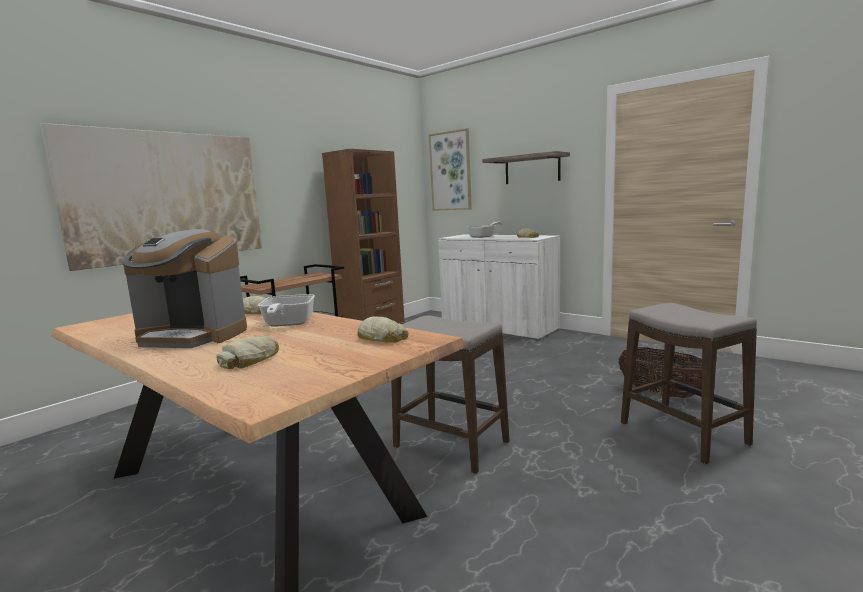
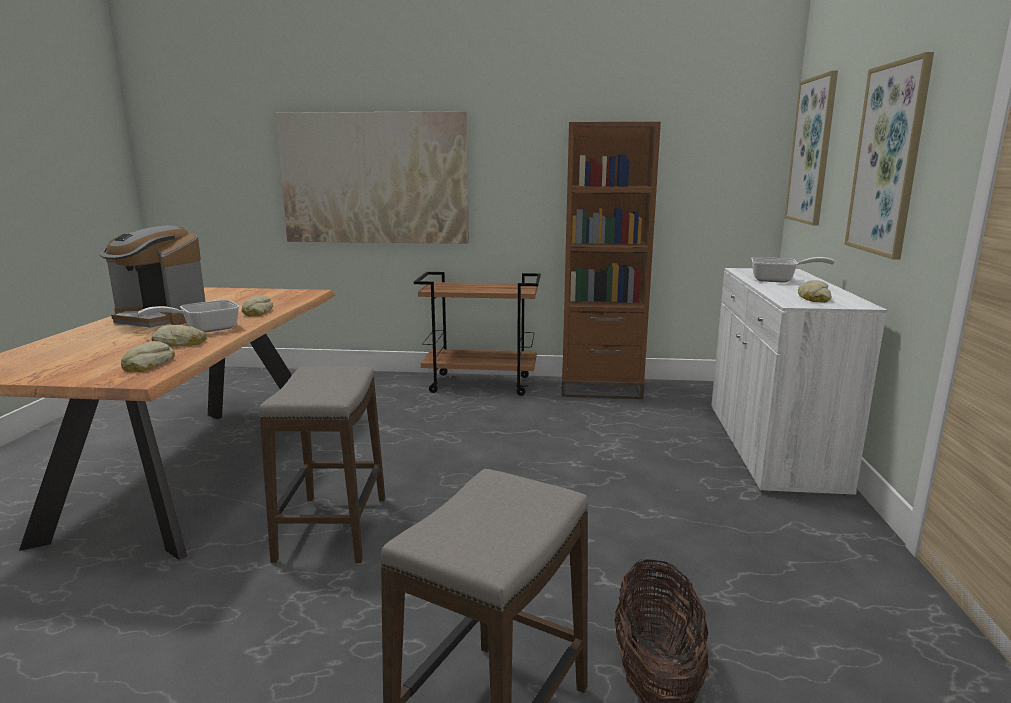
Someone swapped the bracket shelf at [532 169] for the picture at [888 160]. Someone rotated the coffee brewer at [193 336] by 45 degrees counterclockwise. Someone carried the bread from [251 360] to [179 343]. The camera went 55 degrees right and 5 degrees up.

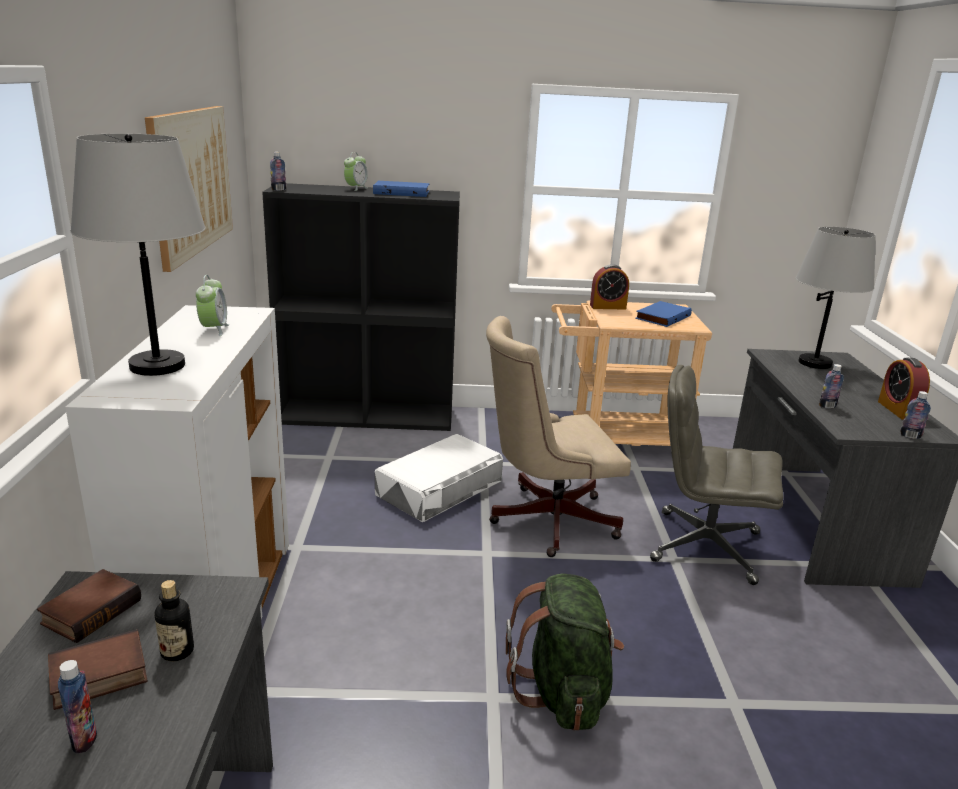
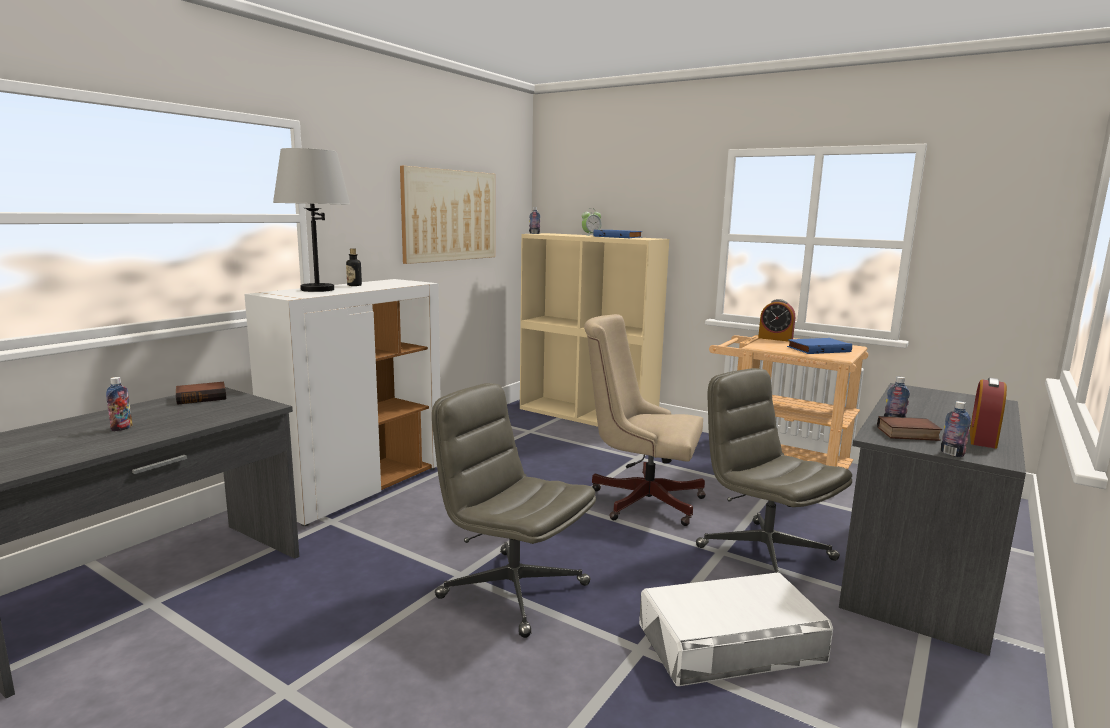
Someone repainted the black-coloured shelving unit at [369 415], which became the beige shelving unit at [588 416]. Someone took away the grey lamp for a table at [814 363]. Someone took away the alarm clock at [214 329]. Someone carried the white storage container from [439 487] to [730 641]. Someone swapped the green-coloured rucksack at [563 691] for the grey office chair at [512 590]. Someone carried the bottle from [177 651] to [354 285]. Someone carried the volume from [98 678] to [907 434]. The camera went 35 degrees right and 10 degrees down.

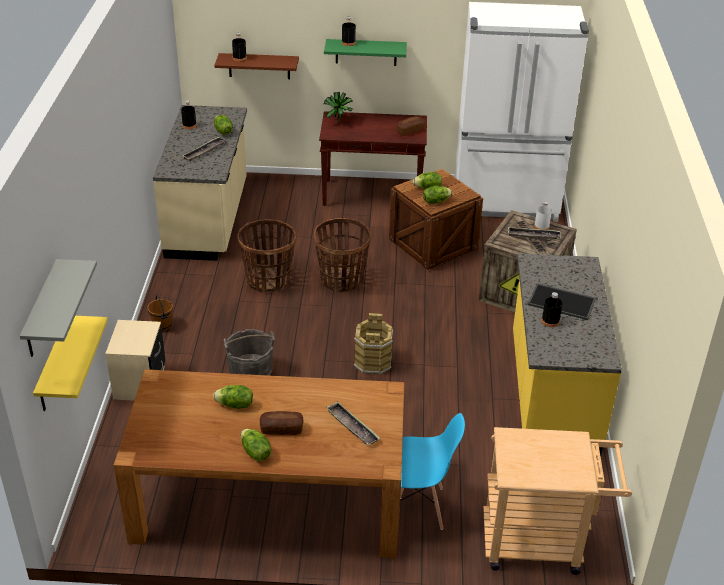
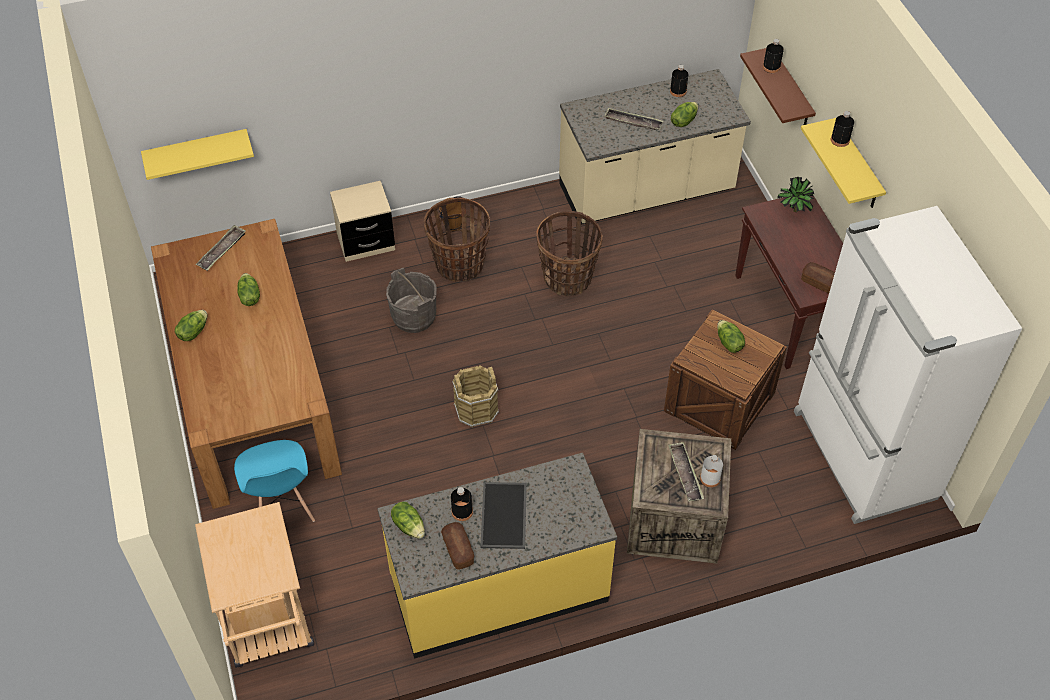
Someone repainted the green-coloured bracket shelf at [366 52], which became the yellow bracket shelf at [857 166]. Someone carried the head of lettuce from [436 201] to [409 526]. Someone carried the storage basket from [342 280] to [459 265]. Someone took away the grey bracket shelf at [41 310]. Someone carried the carrying tray from [352 426] to [222 250]. Someone carried the bread from [281 429] to [458 550]. The camera went 70 degrees right and 15 degrees up.

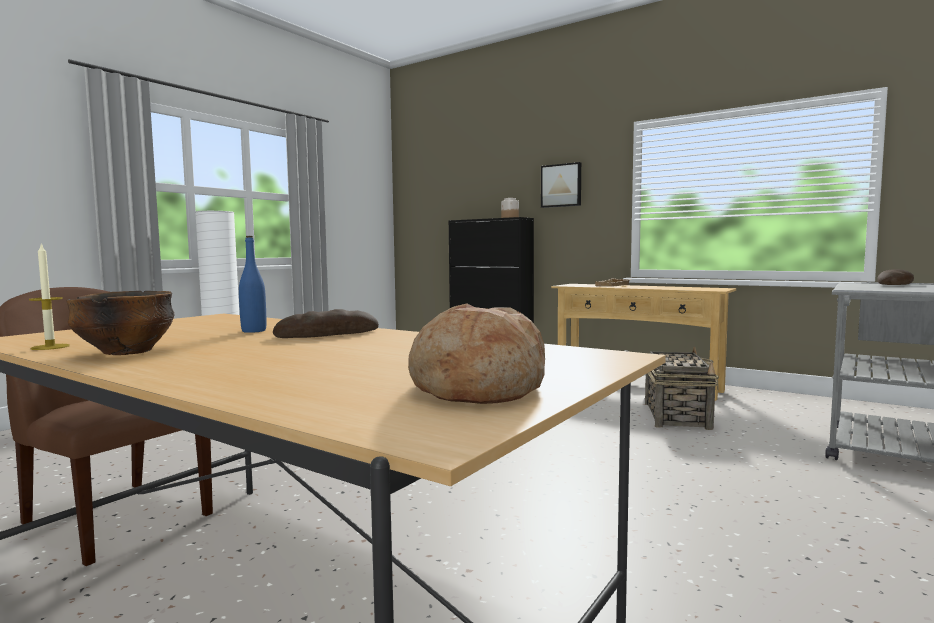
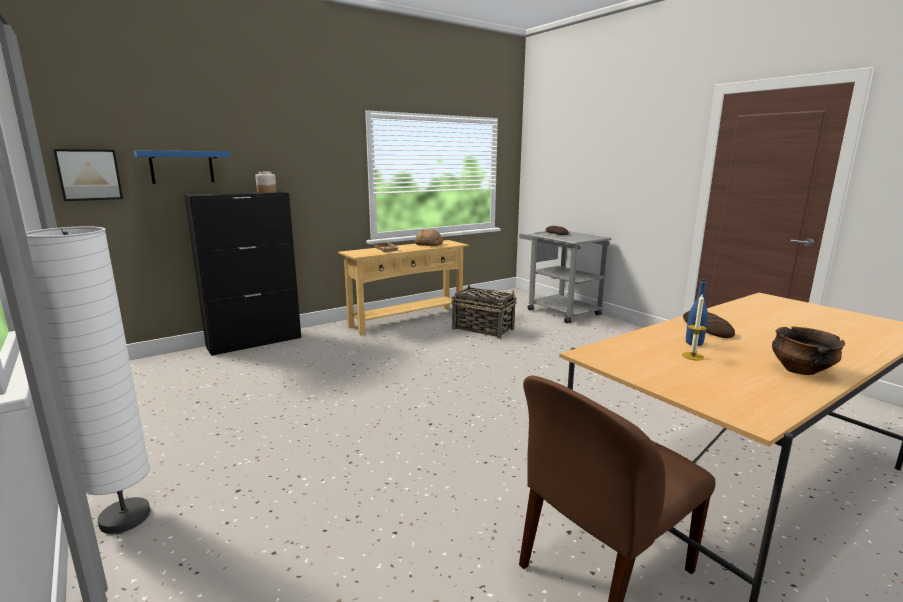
Someone carried the picture from [561 185] to [89 174]. Someone carried the candle from [50 347] to [692 356]. Someone carried the bread from [476 387] to [428 244]. Someone put up the blue bracket shelf at [182 167]. The camera went 70 degrees left and 10 degrees up.

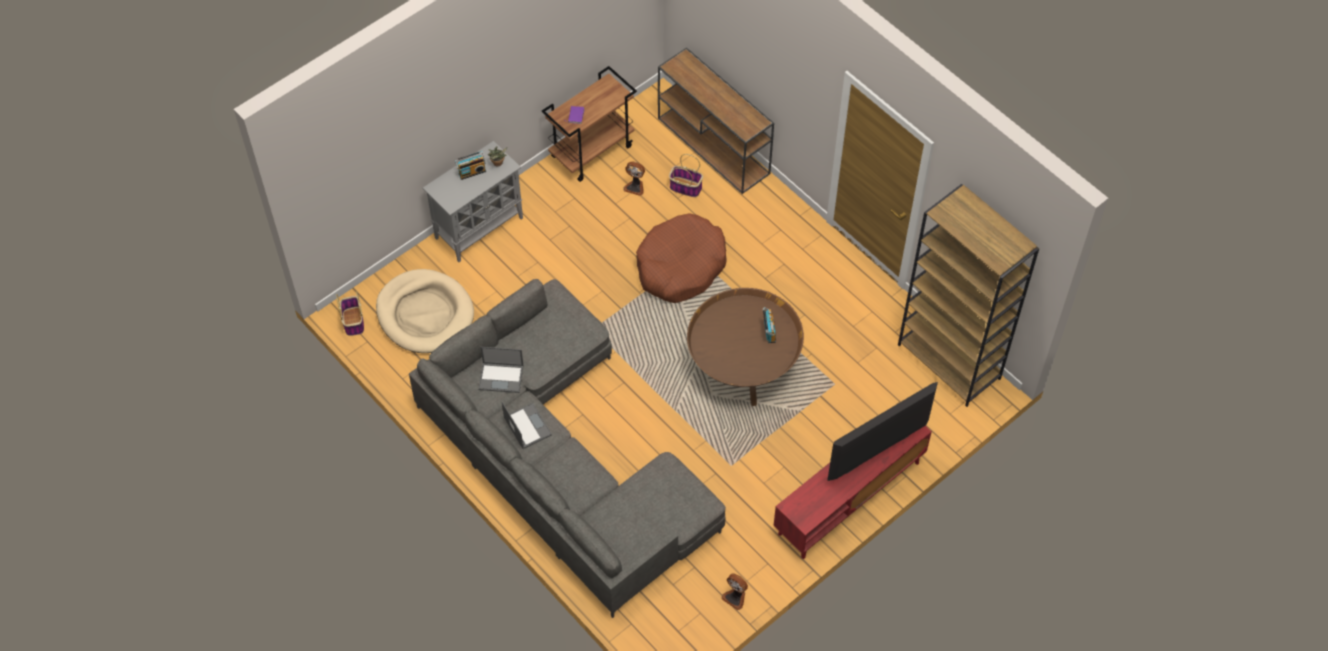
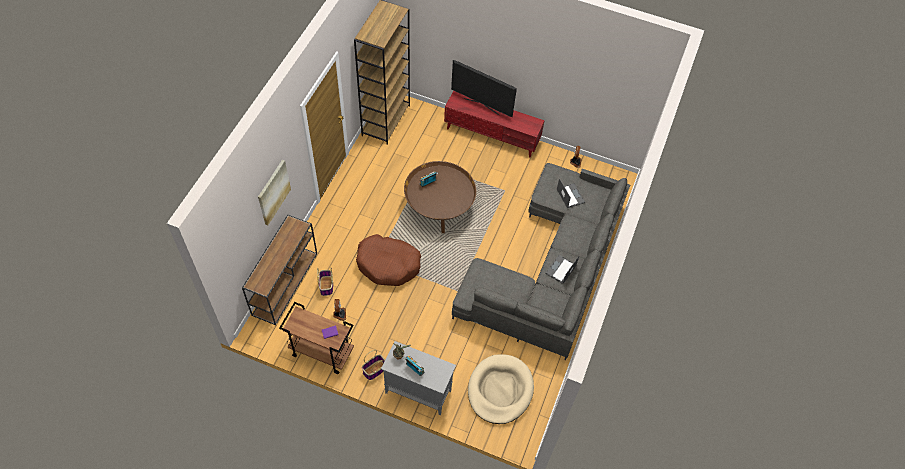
Someone carried the storage basket from [353 321] to [374 370]. Someone carried the portable computer from [501 377] to [570 195]. Someone put up the picture at [273 192]. The camera went 120 degrees left and 0 degrees up.

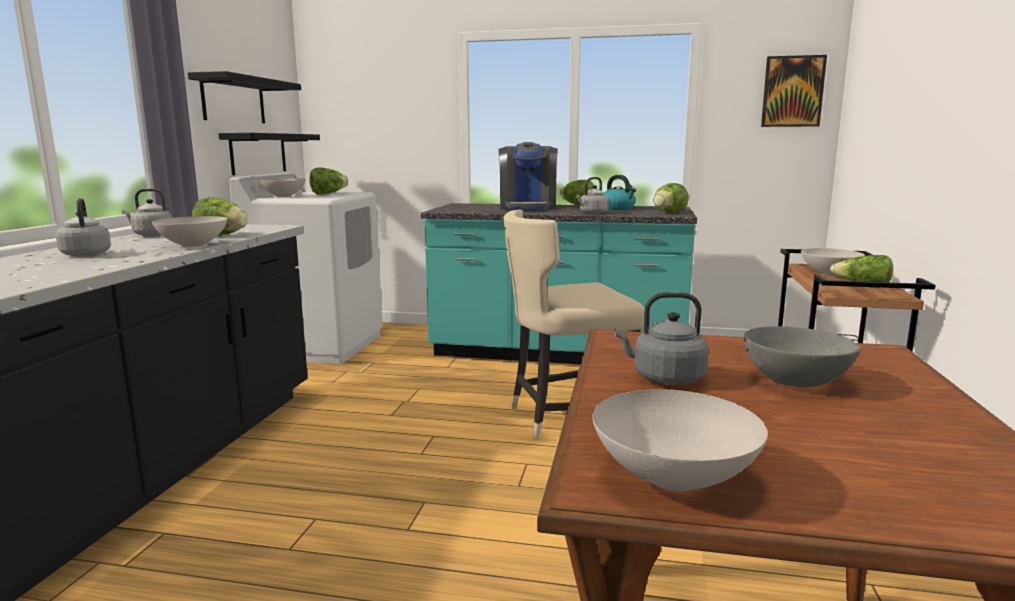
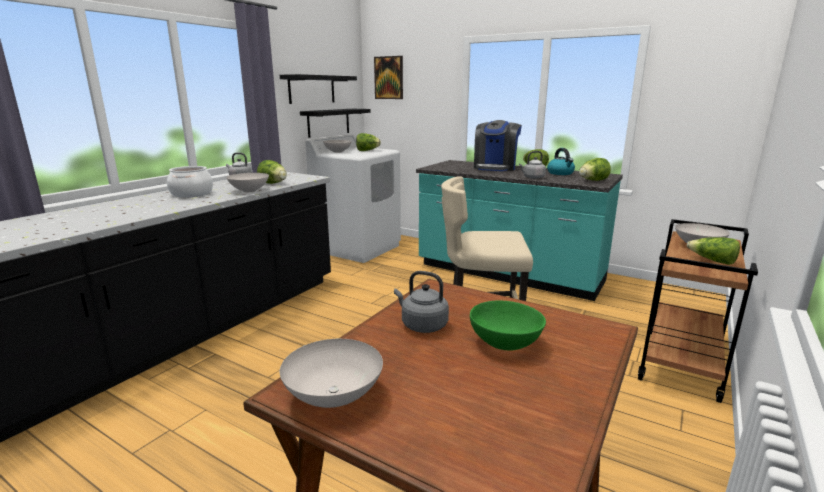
Someone carried the picture from [792 91] to [389 78]. Someone swapped the grey tea kettle at [86 254] for the cooking pot at [191 194]. Someone repainted the grey bowl at [795 380], which became the green-coloured bowl at [505 342]. The camera went 20 degrees right and 5 degrees up.

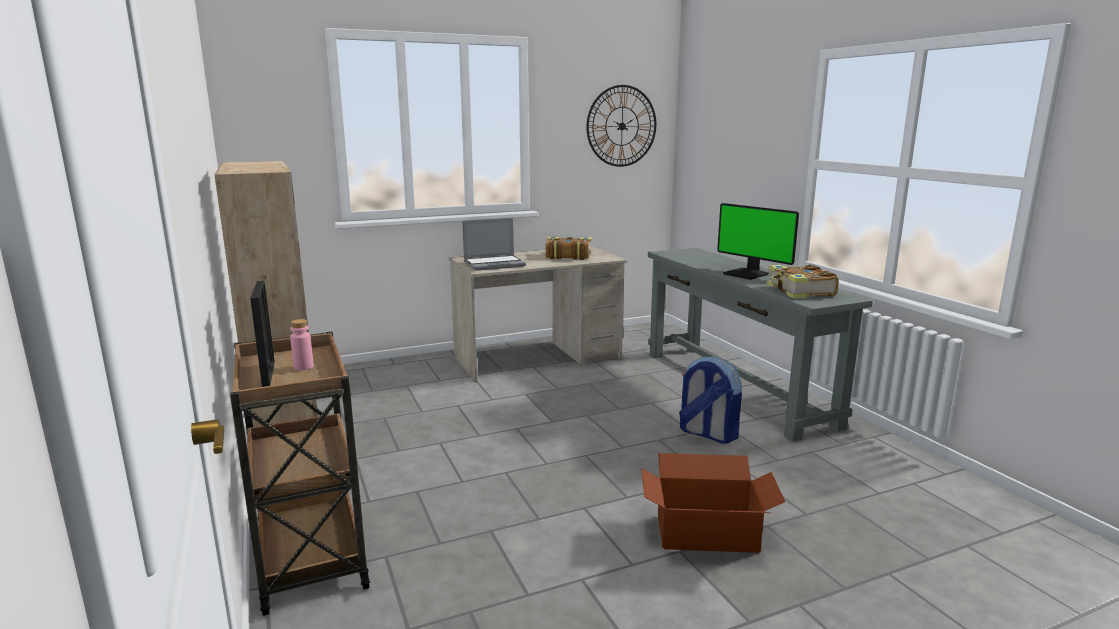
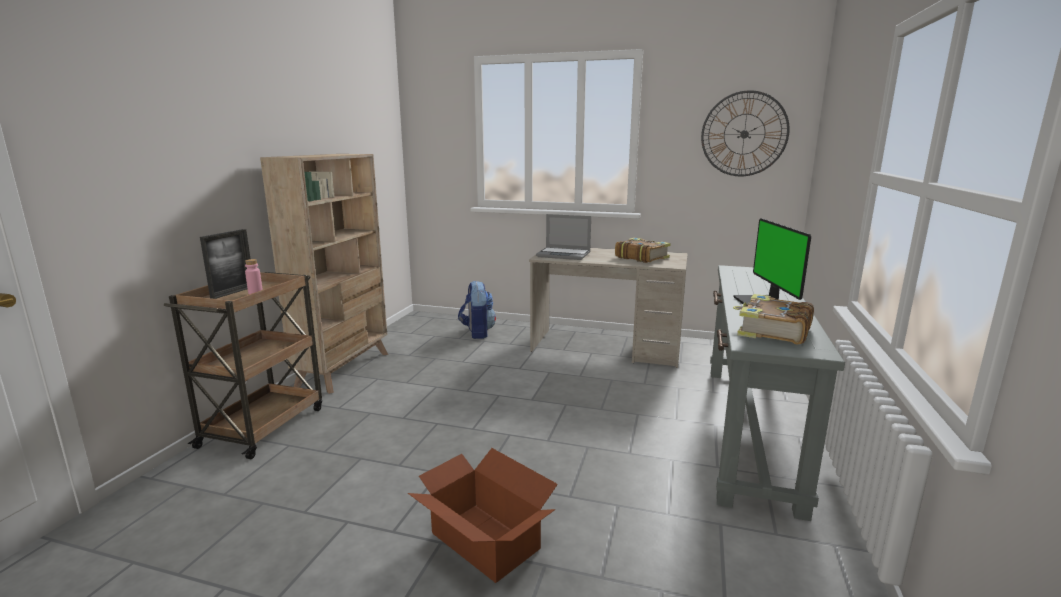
Someone carried the rucksack from [707 434] to [477 333]. The camera went 40 degrees right and 0 degrees up.

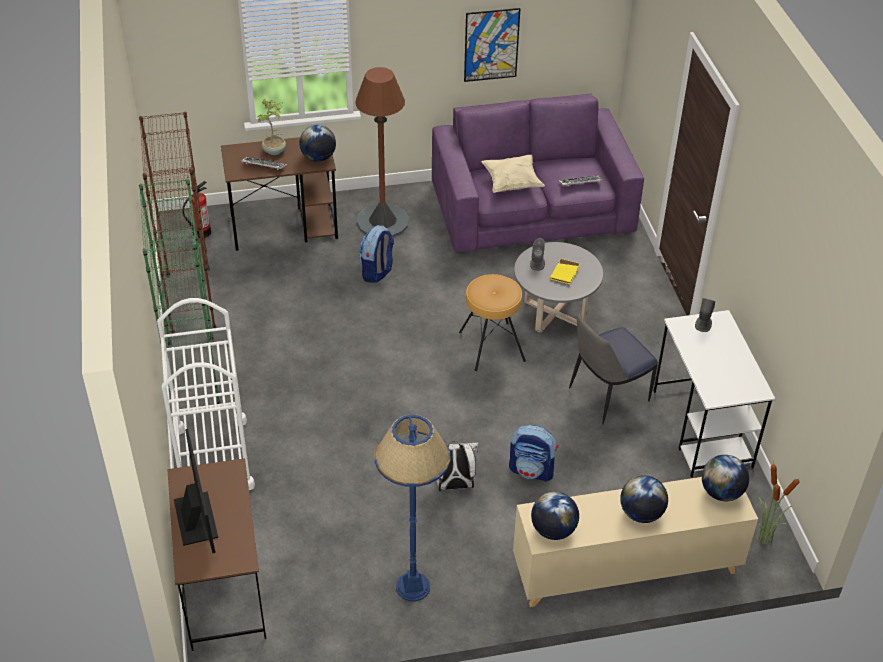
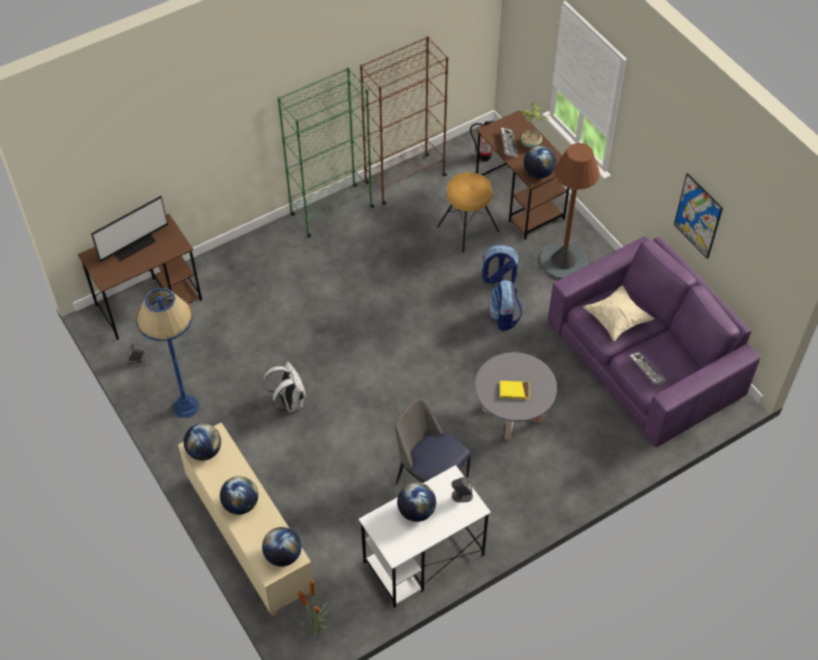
Someone carried the grey audio speaker from [537 263] to [138 361]. Someone carried the brownish stool seat from [491 346] to [467 228]. Someone took away the white wheeled cart at [213 458]. Someone carried the rucksack from [532 470] to [504 317]. Someone put down the globe at [416 511]. The camera went 70 degrees right and 10 degrees up.

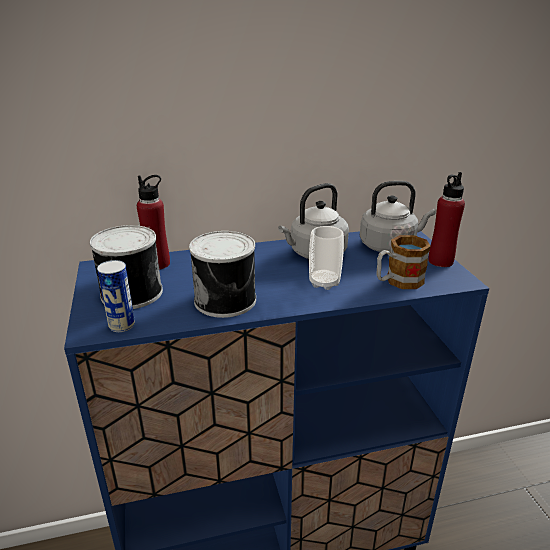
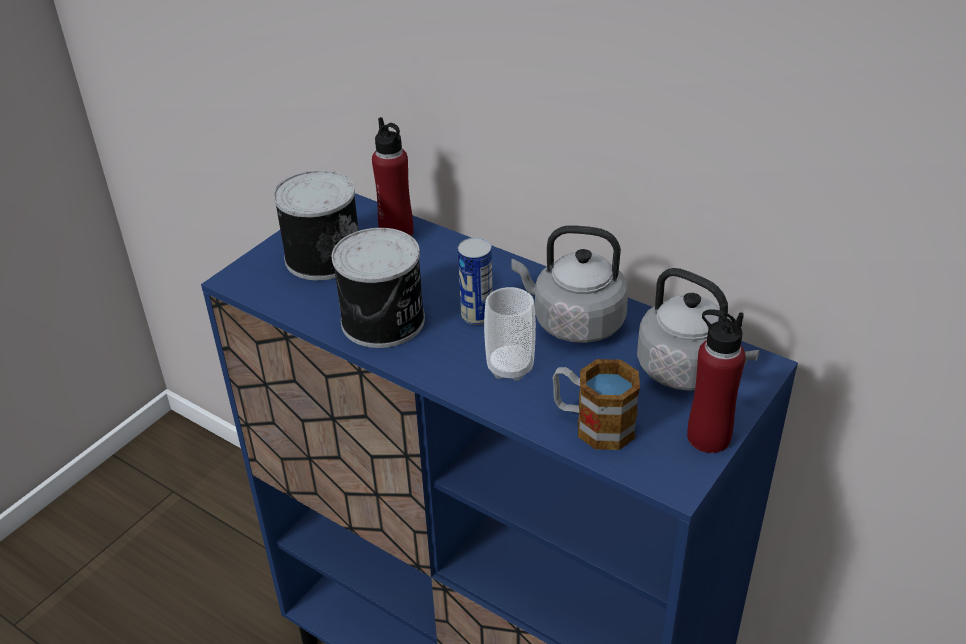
Someone carried the sealed can from [121 325] to [477 315]. The camera went 50 degrees right and 10 degrees up.

